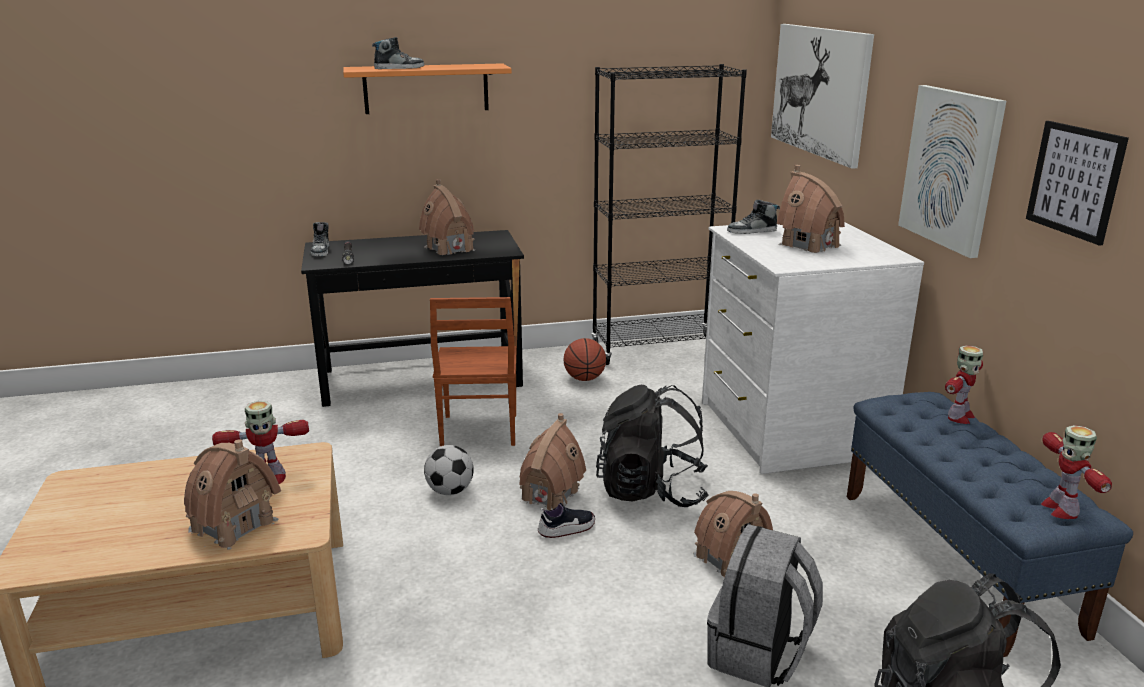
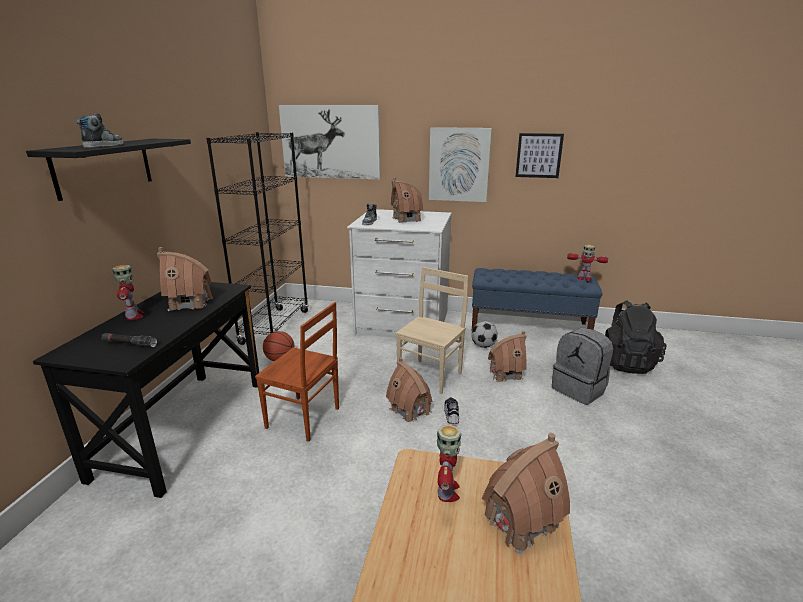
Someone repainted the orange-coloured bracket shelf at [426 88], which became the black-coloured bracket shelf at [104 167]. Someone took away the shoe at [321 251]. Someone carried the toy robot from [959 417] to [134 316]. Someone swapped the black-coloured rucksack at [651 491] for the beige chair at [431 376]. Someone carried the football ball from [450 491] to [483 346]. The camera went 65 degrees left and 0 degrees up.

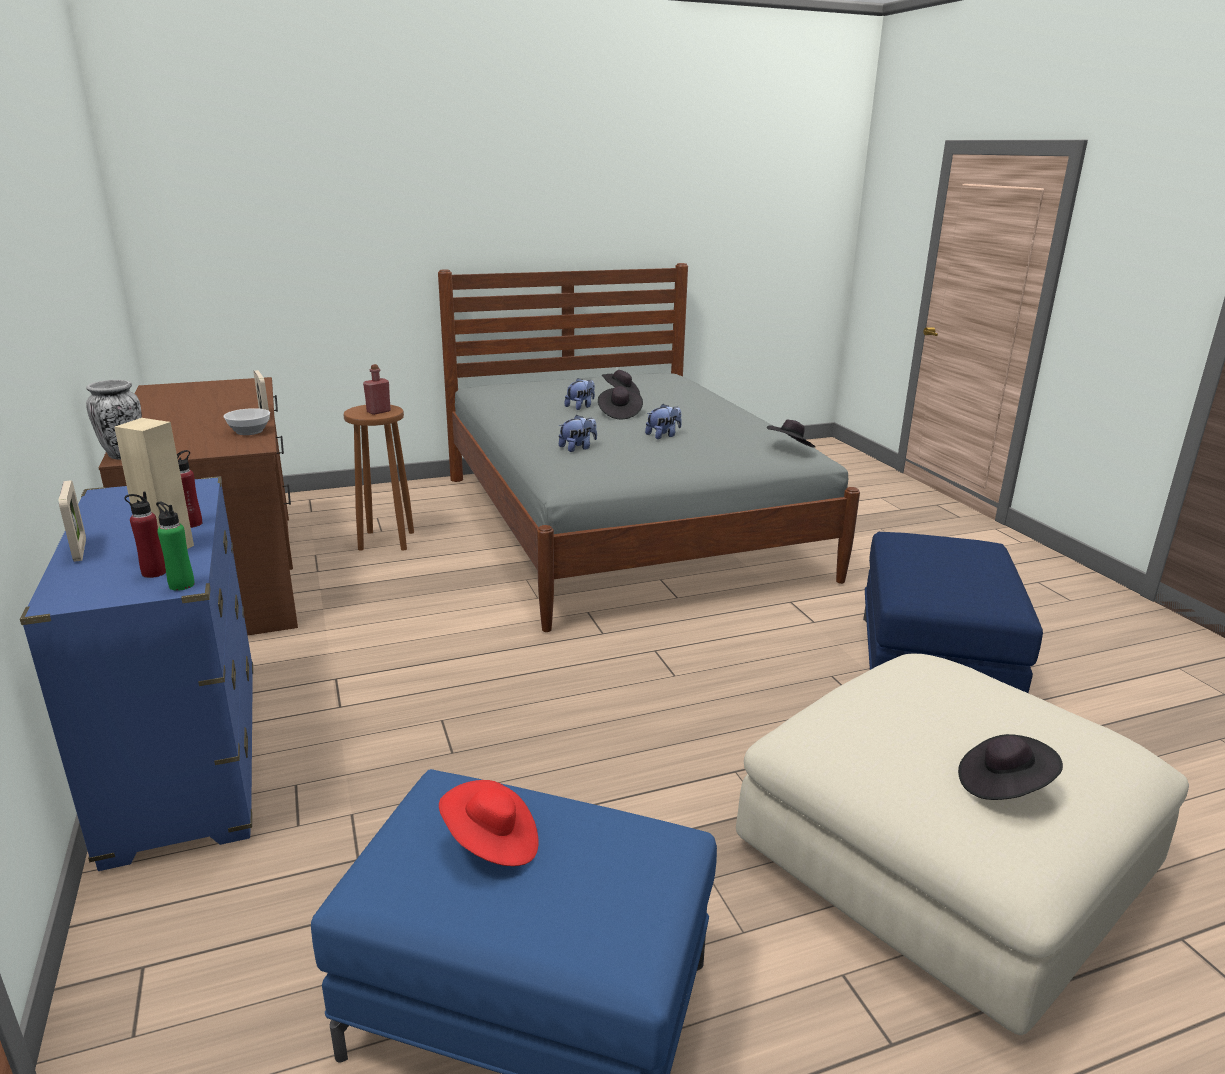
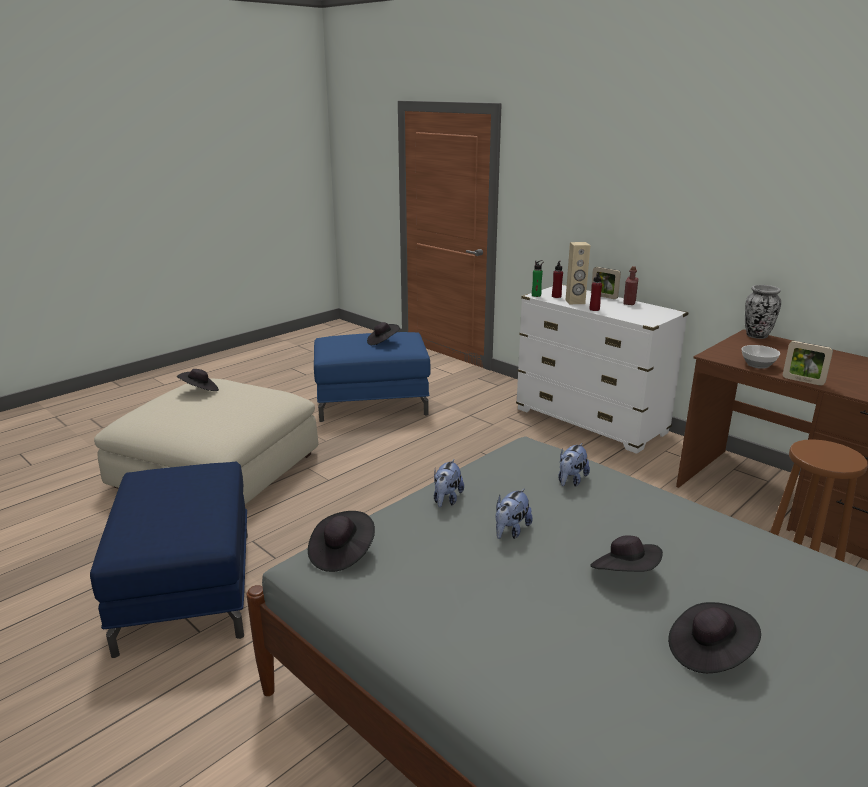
Someone carried the red bottle from [378 411] to [629 303]. Someone carried the plush toy from [580 407] to [446 499]. Someone repainted the blue drawer chest at [187 760], which became the white drawer chest at [590 421]. Someone repainted the red hat at [492 843], which became the black-coloured hat at [383 342]. The camera went 155 degrees right and 0 degrees up.

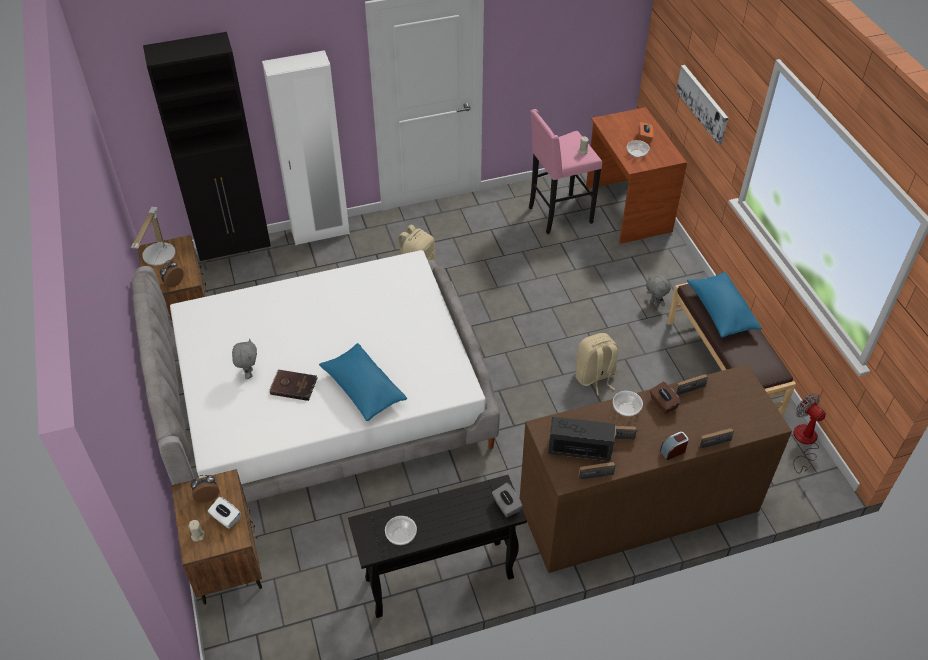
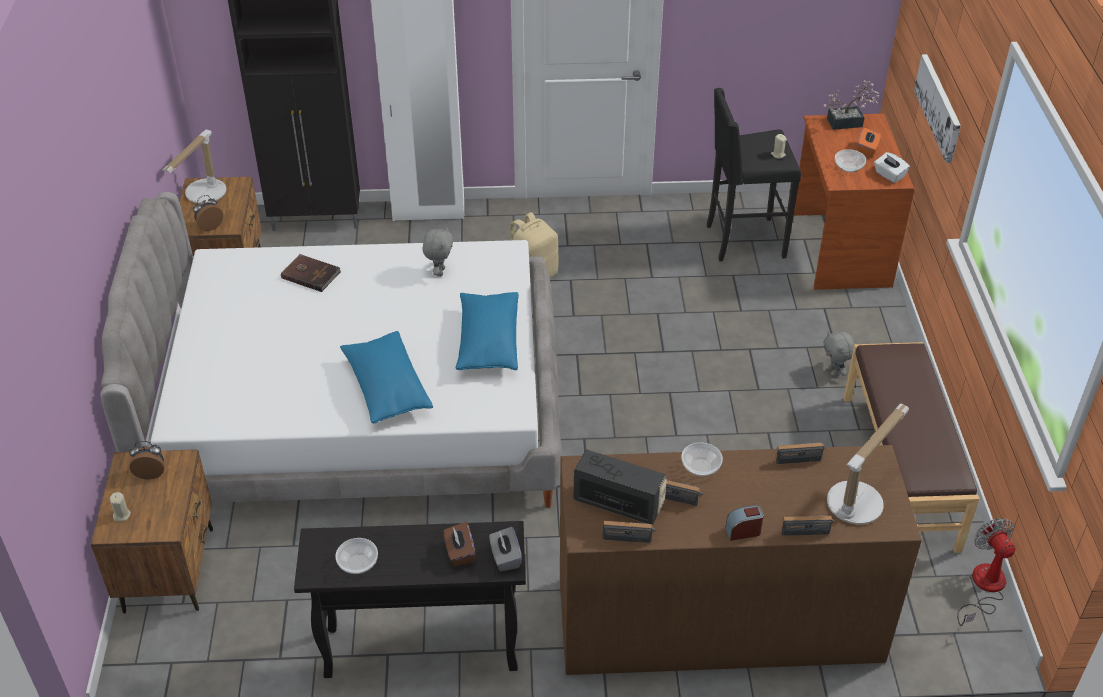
Someone repainted the pink stool seat at [558 215], which became the black-coloured stool seat at [743 241]. Someone carried the blue throw pillow from [721 312] to [488 342]. Someone took away the beige rucksack at [595 377]. Someone carried the grey plush toy from [249 373] to [439 272]. Someone carried the brownish volume from [293 386] to [311 274]. Someone carried the brownish tissue holder from [663 404] to [459 553]. Someone carried the white tissue holder from [226 518] to [889 175]. Someone put down the potted plant at [849 122]. Someone put down the lamp for a table at [858 499]. The camera went 15 degrees right and 5 degrees down.

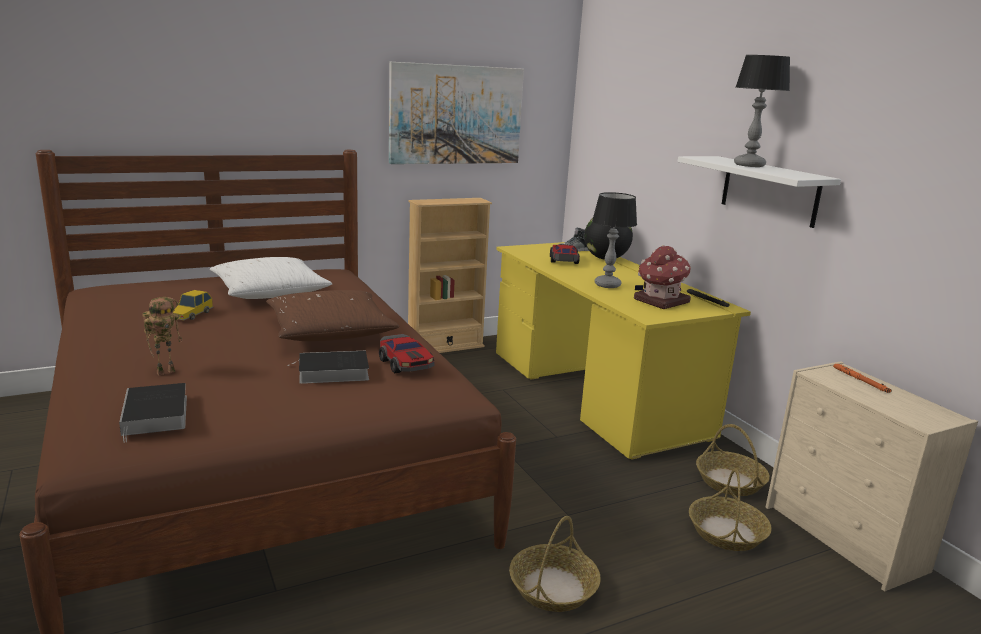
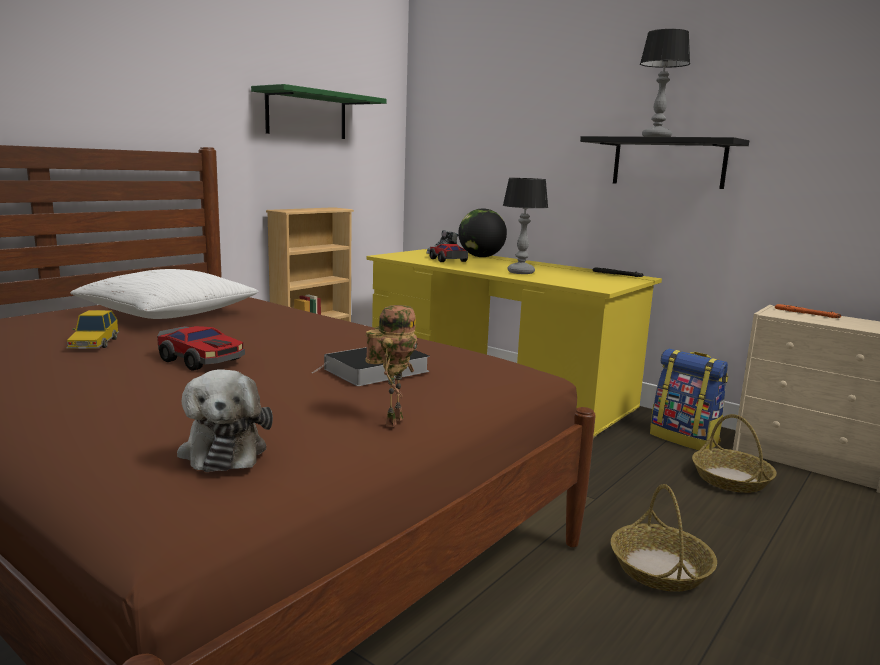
Someone swapped the picture at [456 115] for the green-coloured bracket shelf at [306 115]. Someone repainted the white bracket shelf at [769 191], which became the black-coloured bracket shelf at [668 162]. Someone took away the toy house at [660 301]. Someone took away the brownish throw pillow at [330 331]. Someone carried the toy robot from [166 371] to [392 420]. Someone carried the model car from [406 363] to [201 360]. Someone swapped the volume at [156 415] for the plush toy at [224 450]. Someone swapped the storage basket at [730 481] for the rucksack at [685 439]. The camera went 25 degrees left and 5 degrees down.

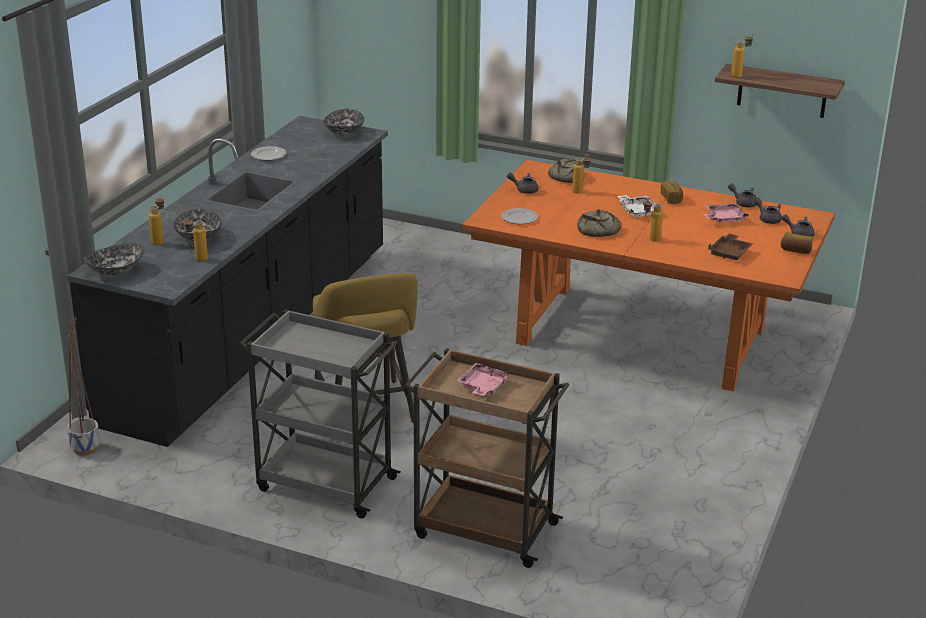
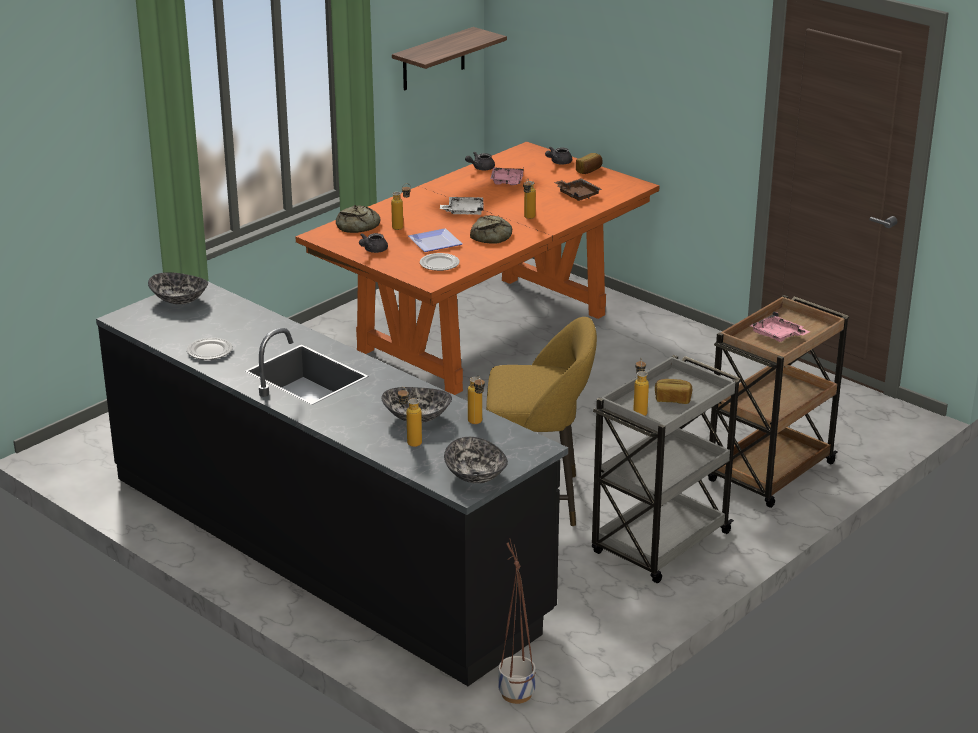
Someone carried the bottle from [740 75] to [639 411]. Someone carried the bread from [672 199] to [672 399]. Someone took away the grey pot for tea at [768 219]. Someone put down the plate at [437 243]. The camera went 70 degrees left and 0 degrees up.

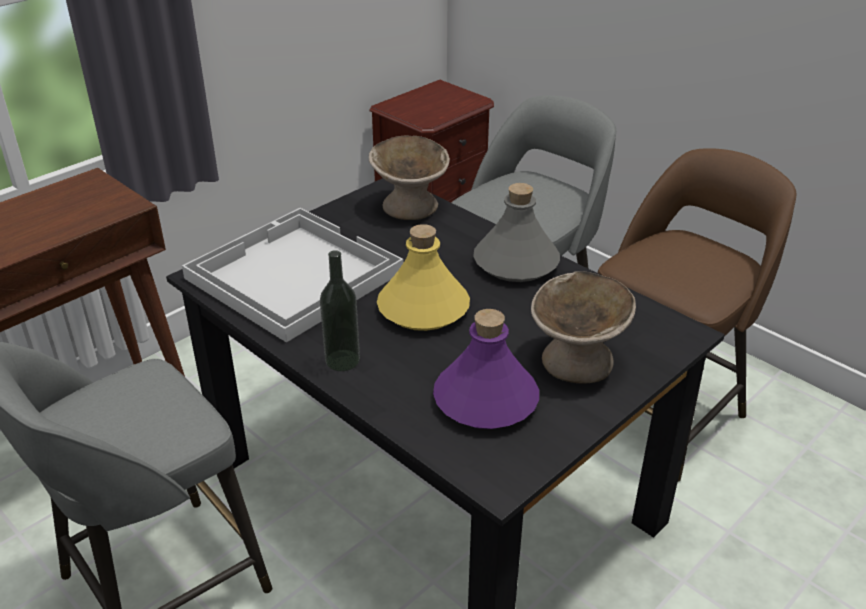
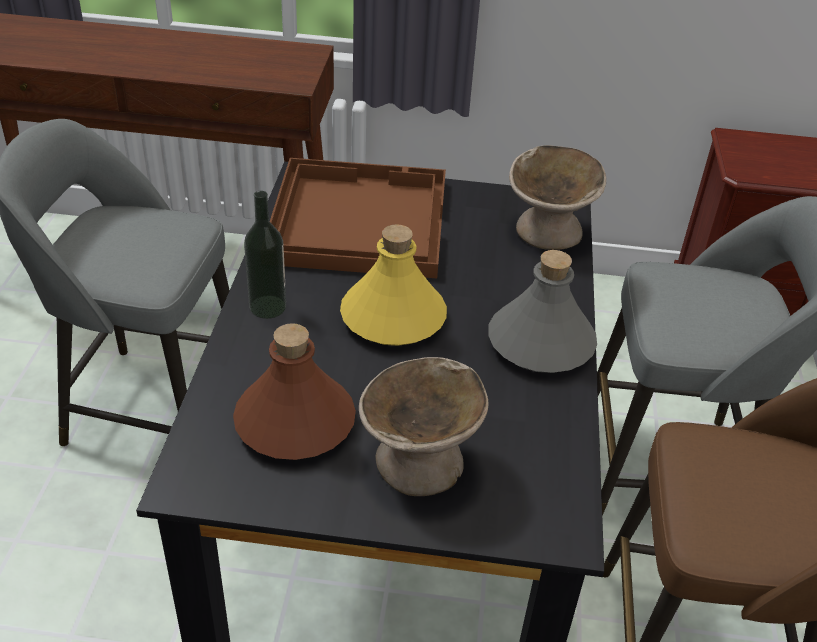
Someone repainted the white carrying tray at [292 275], which became the brownish carrying tray at [357 219]. Someone repainted the purplish bottle at [486 401], which became the brownish bottle at [294 423]. The camera went 50 degrees right and 5 degrees up.

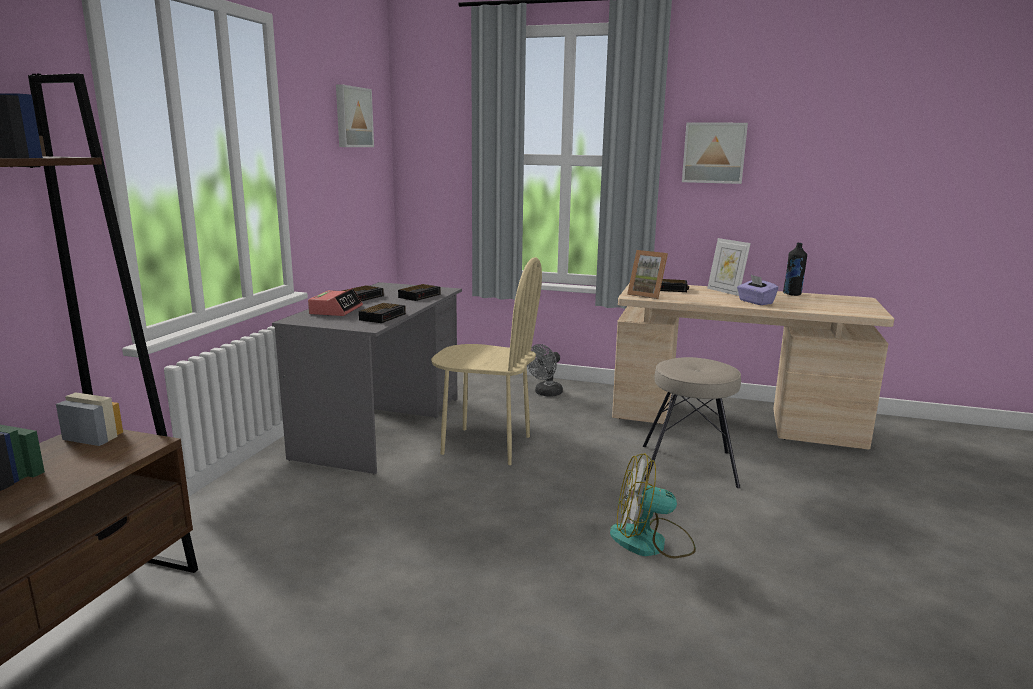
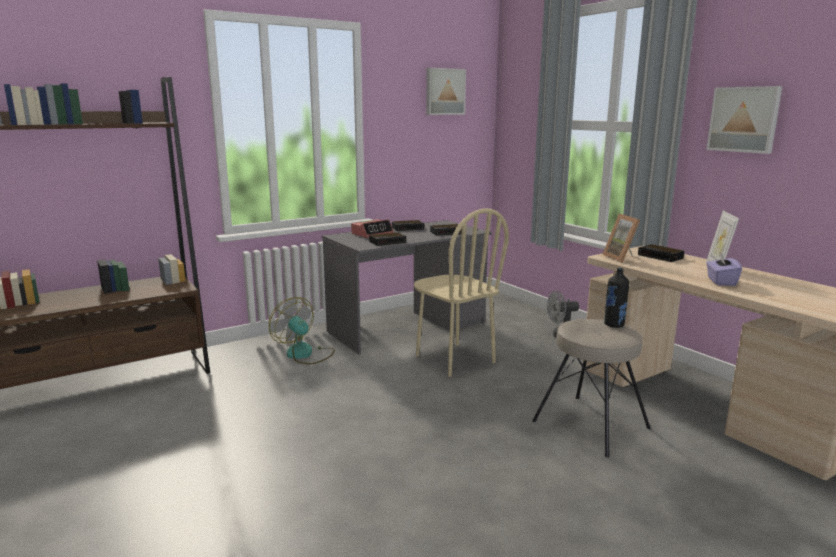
Someone carried the black-coloured bottle from [792 294] to [614 325]. Someone carried the fan from [651 542] to [304 354]. The camera went 40 degrees right and 0 degrees up.

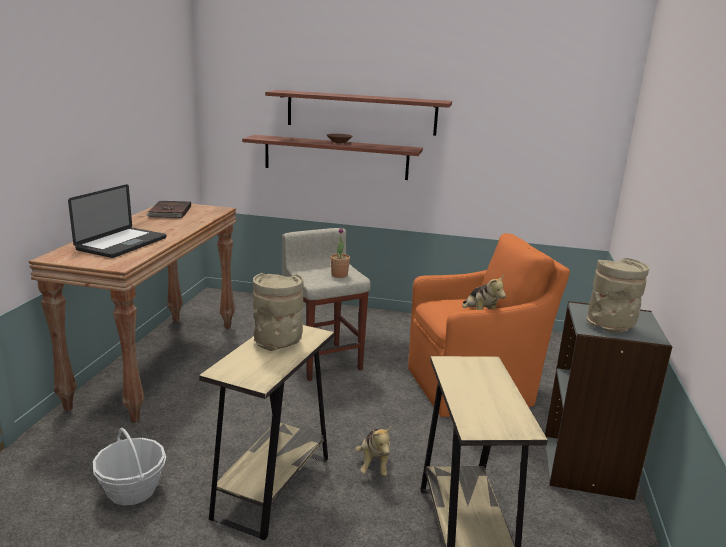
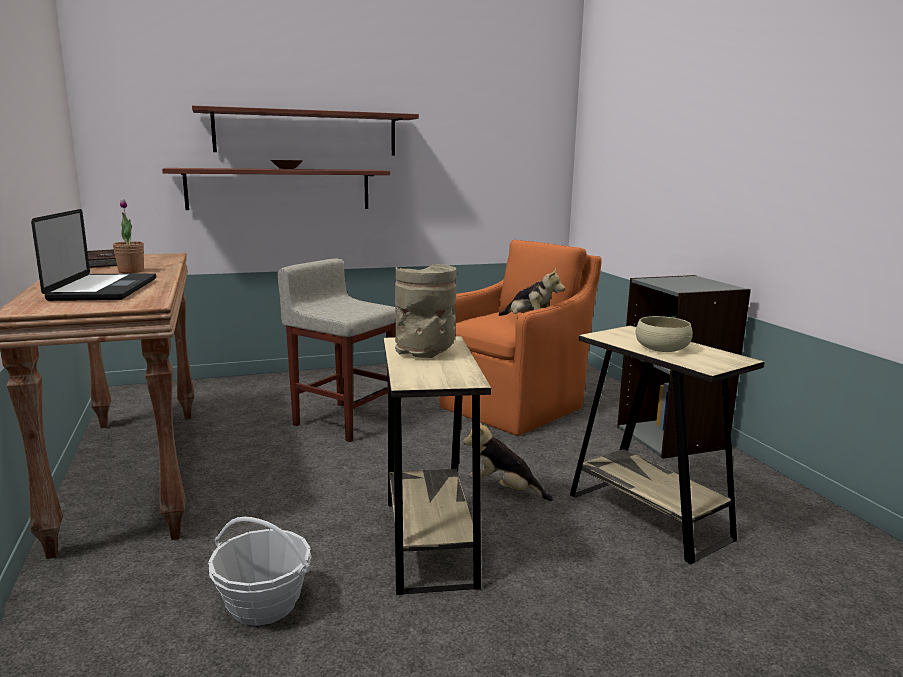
Someone carried the potted plant from [339 275] to [131 271]. Someone took away the beige decorative vase at [610 326]. Someone rotated the plush toy at [374 464] by 150 degrees clockwise. Someone put down the beige bowl at [662 348]. The camera went 30 degrees left and 5 degrees down.

